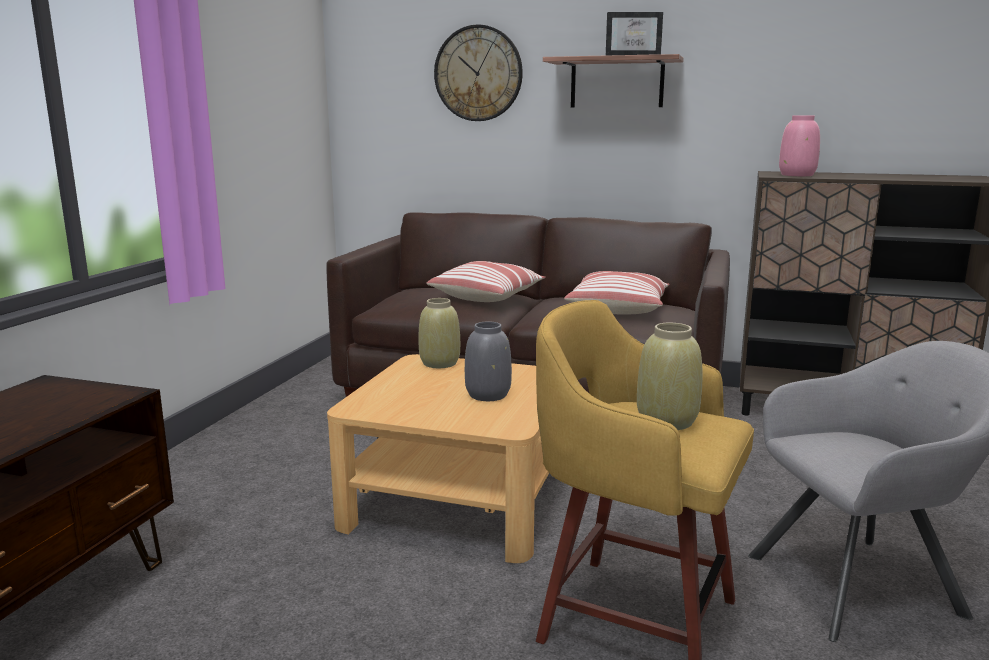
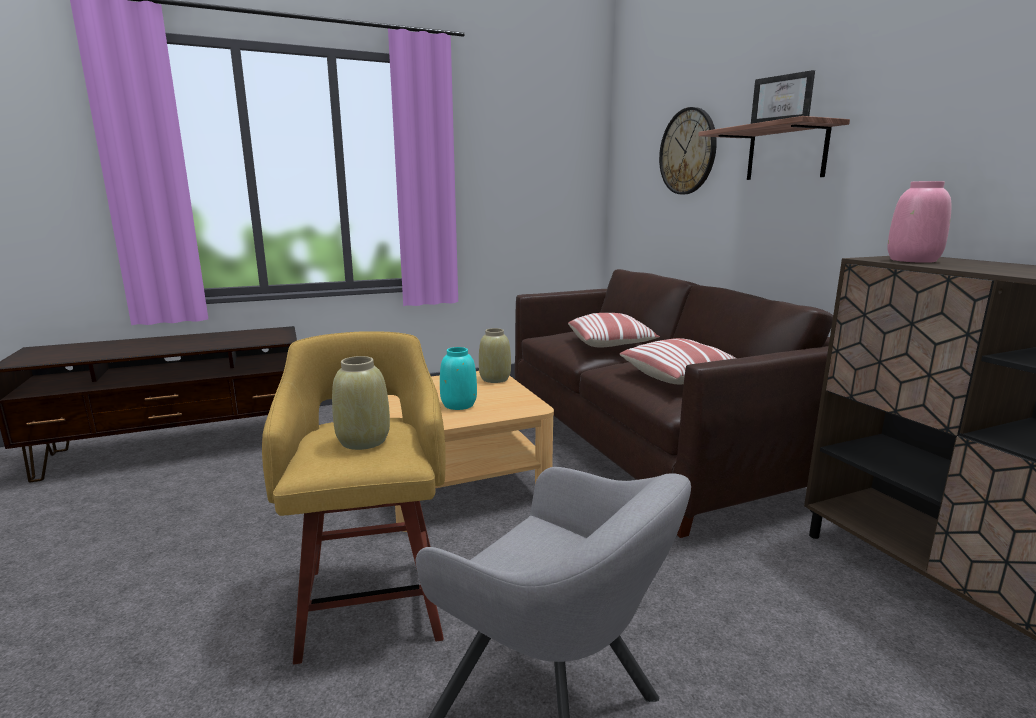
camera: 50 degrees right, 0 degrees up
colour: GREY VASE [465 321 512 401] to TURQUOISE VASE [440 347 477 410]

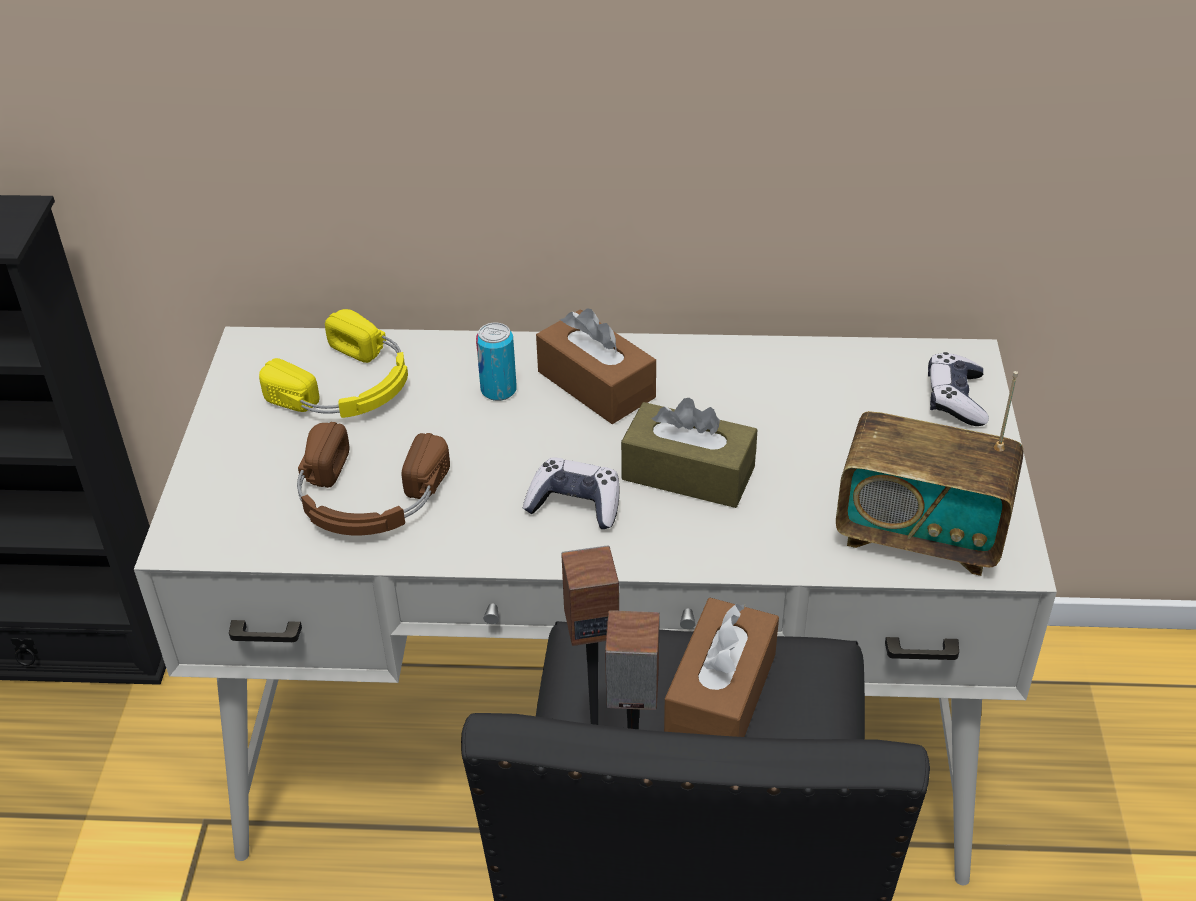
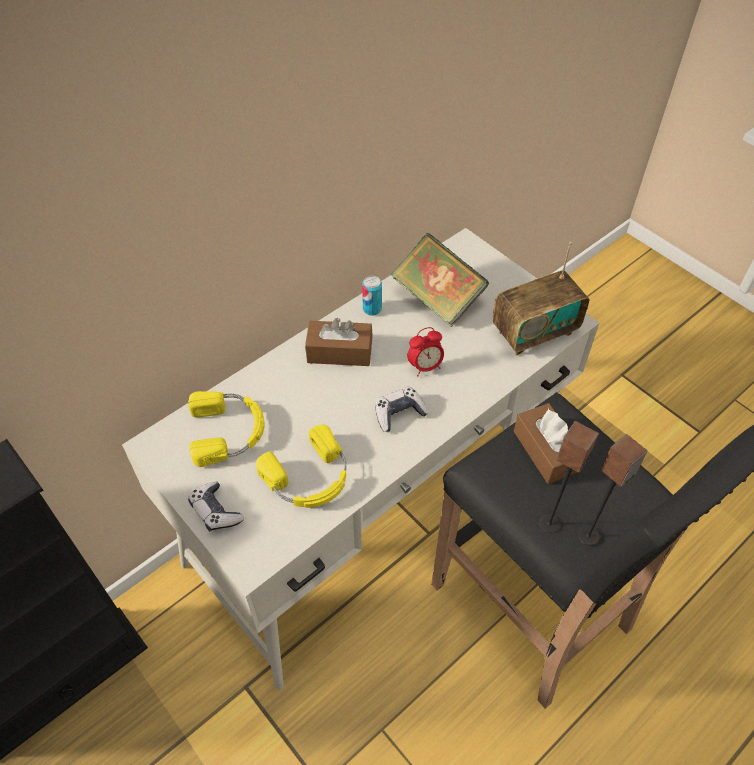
camera: 45 degrees left, 10 degrees up
appeared: BOOK [391 233 489 327]
relocated: CAN [476 323 517 401] to [362 276 382 316]; GAME CONTROLLER [928 352 989 426] to [188 482 244 532]
exchanged: BROWN TISSUE BOX [621 398 757 508] to ALARM CLOCK [407 327 444 376]
colour: BROWN HEADPHONES [297 422 450 536] to YELLOW HEADPHONES [256 424 346 508]

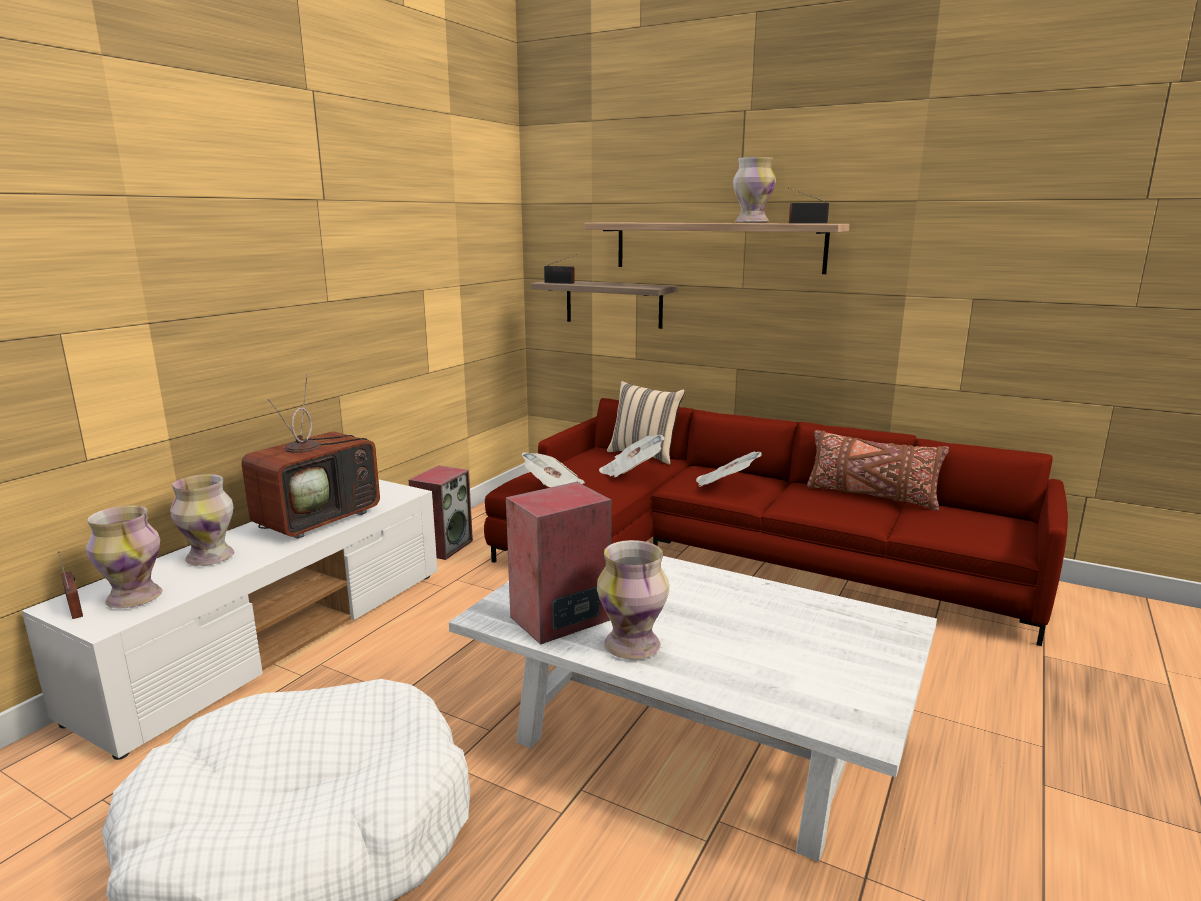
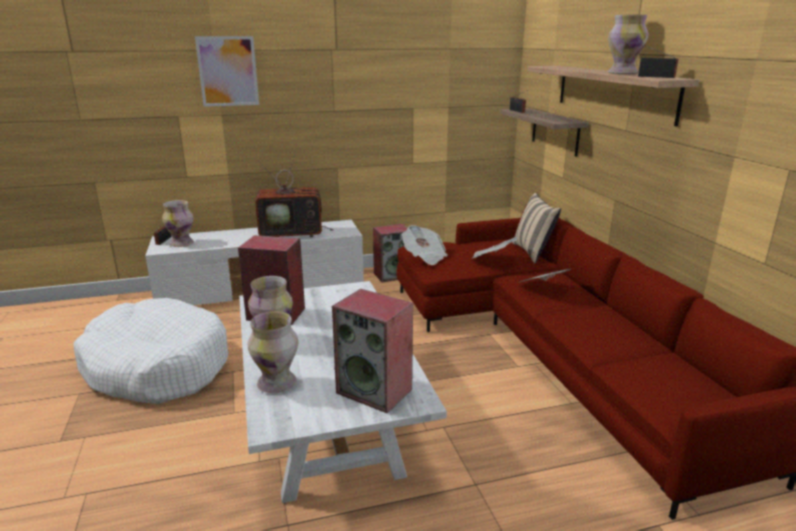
camera: 45 degrees right, 5 degrees up
missing: BROWN PILLOW [807 430 949 511]
appeared: PICTURE [195 36 259 107]; SPEAKER [332 289 413 413]
relocated: VASE [170 474 234 566] to [248 311 298 393]

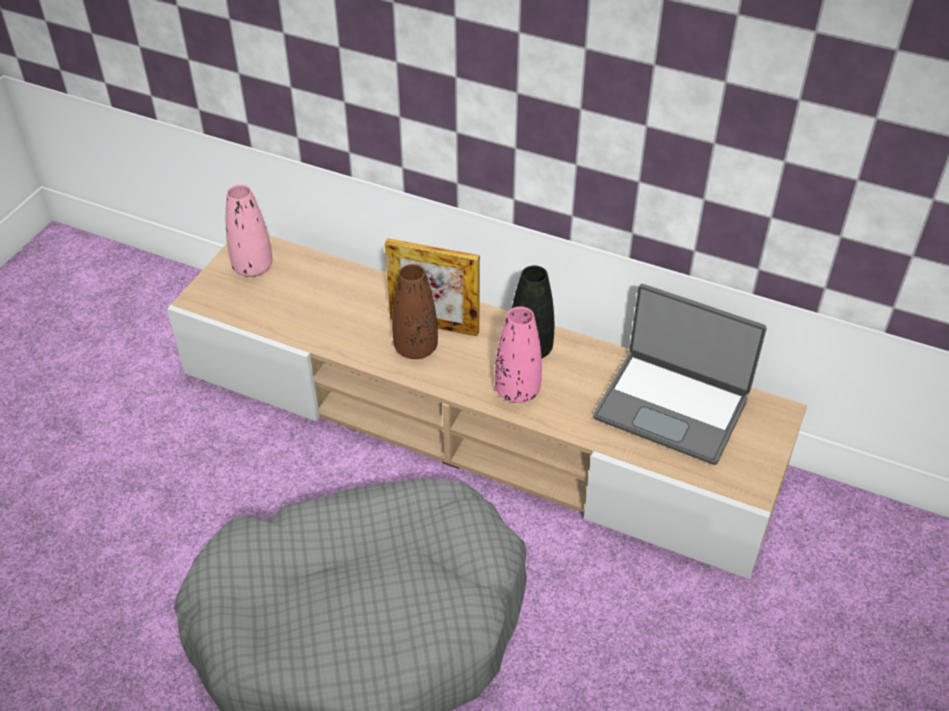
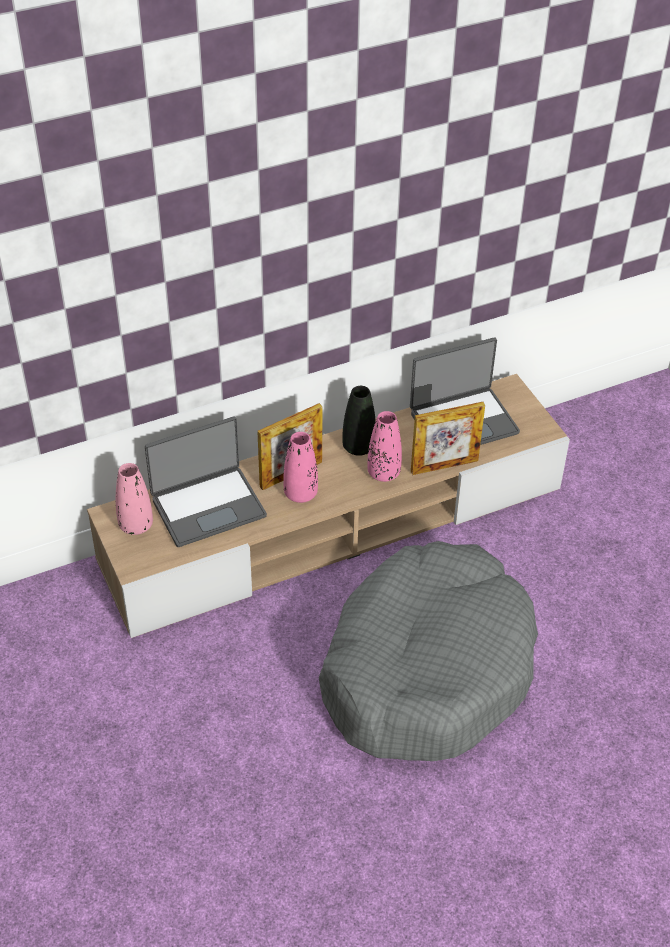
camera: 50 degrees left, 0 degrees up
appeared: PICTURE FRAME [411 402 485 475]; LAPTOP [145 416 267 547]
colour: BROWN VASE [392 264 438 359] to PINK VASE [283 432 318 503]

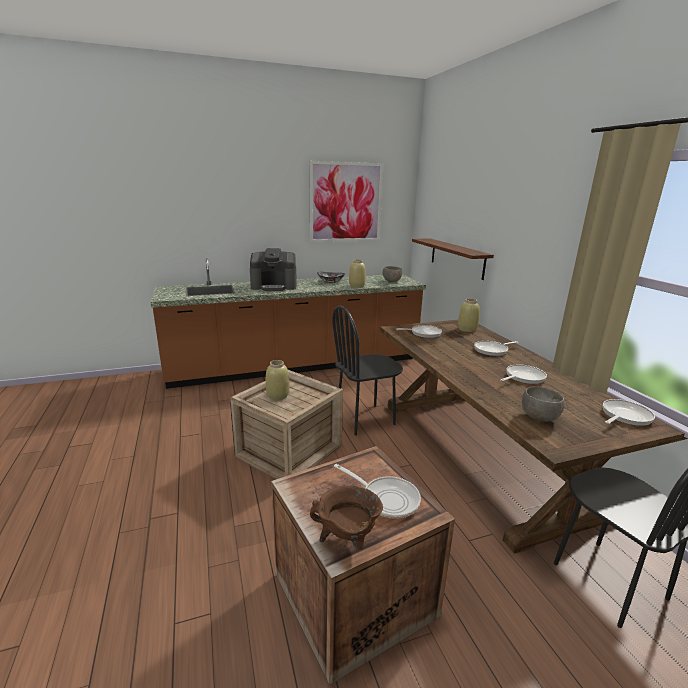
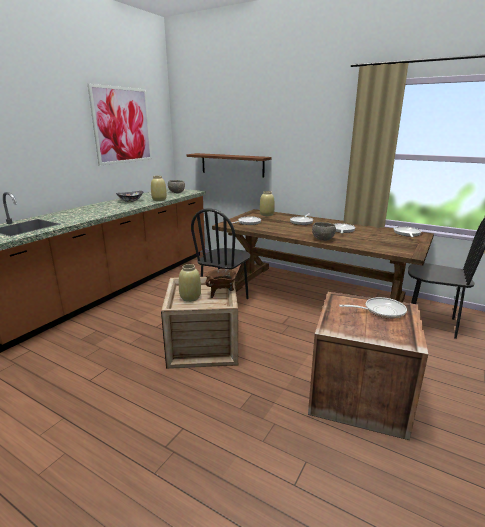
camera: 40 degrees left, 0 degrees up
missing: COFFEE MACHINE [250 248 297 291]
relocated: GREY BOWL [522 386 565 422] to [312 222 336 241]; BROWN COOKING POT [310 485 383 550] to [206 269 236 298]

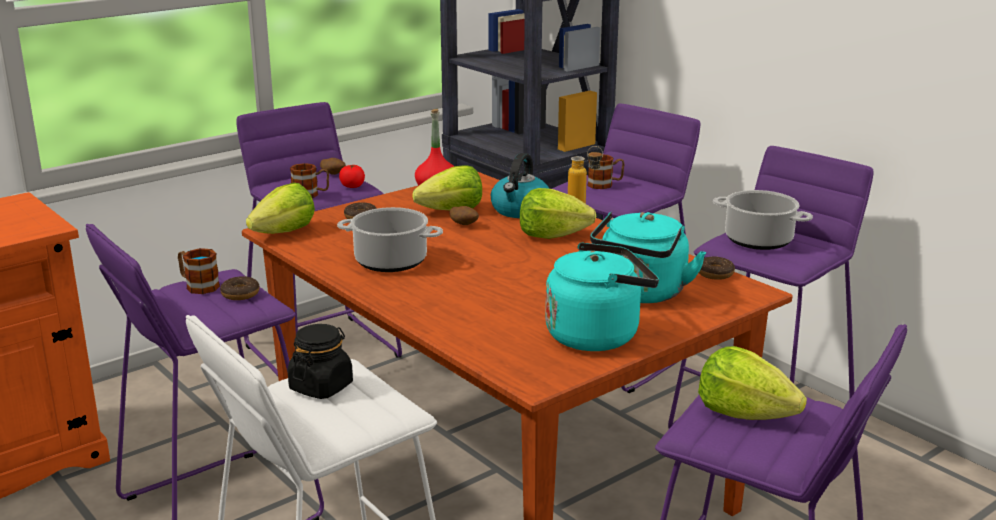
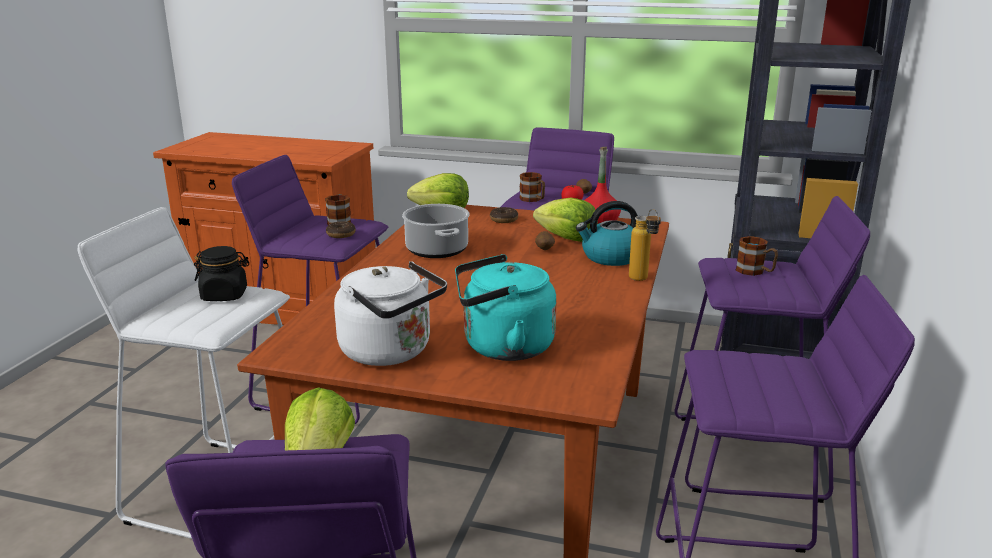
camera: 55 degrees right, 0 degrees up
missing: LETTUCE [520 188 596 239]; COOKING POT [713 190 813 250]; DONUT [699 256 735 280]
colour: TURQUOISE KETTLE [545 242 659 351] to WHITE KETTLE [334 261 447 366]

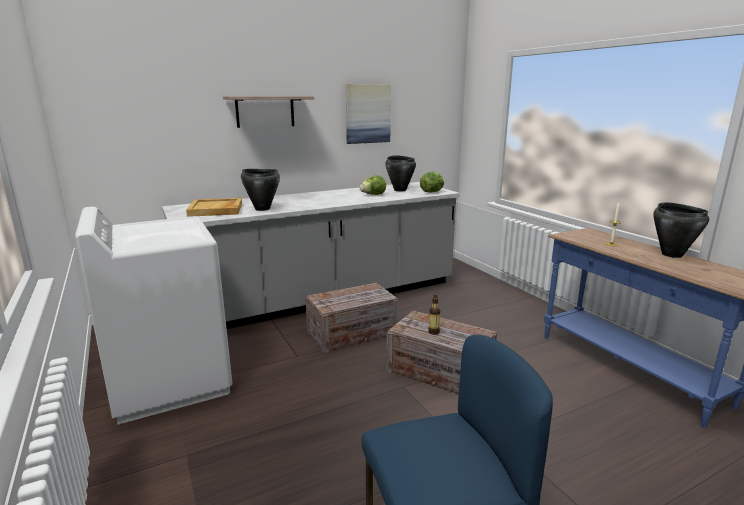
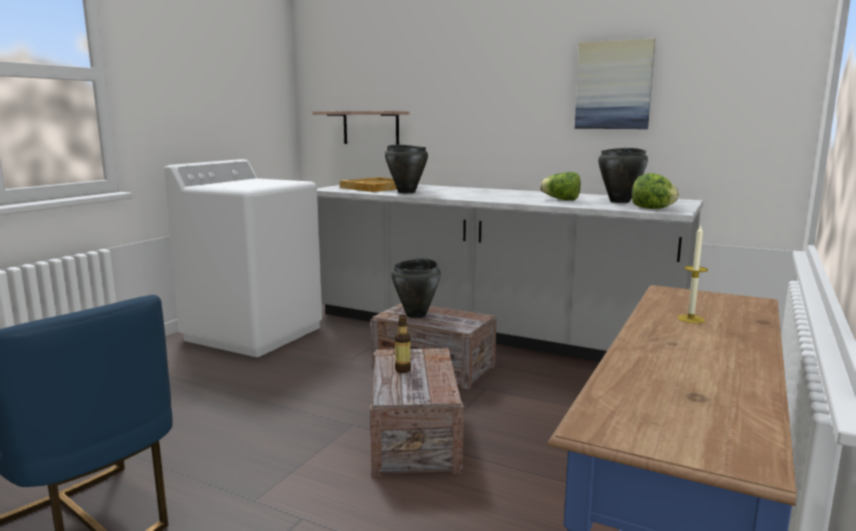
camera: 55 degrees right, 5 degrees down
relocated: SHELF [223 96 314 128] to [313 111 410 145]; BLACK COOKING POT [654 202 709 258] to [392 259 441 318]

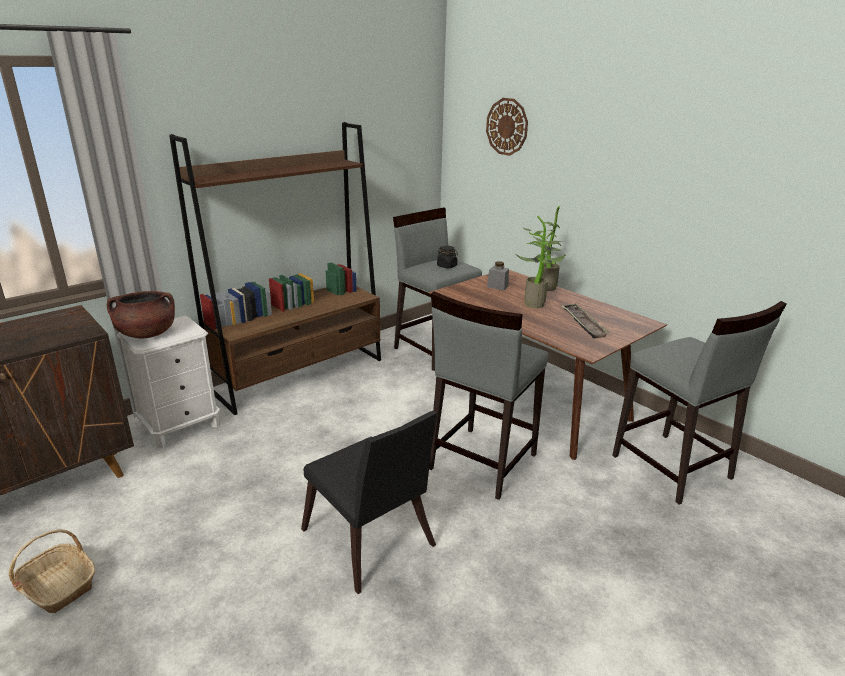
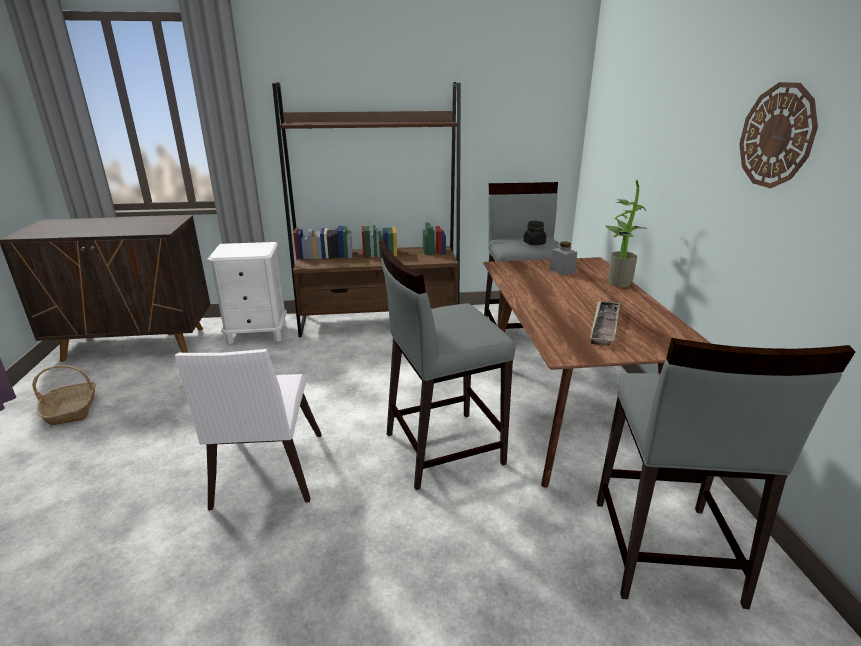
camera: 35 degrees right, 0 degrees up
missing: POTTED PLANT [515 216 566 308]; BROWN COOKING POT [107 291 175 338]
relocated: WALL CLOCK [486 98 528 156] to [739 82 818 188]
colour: BLACK CHAIR [301 411 437 594] to WHITE CHAIR [175 349 322 510]

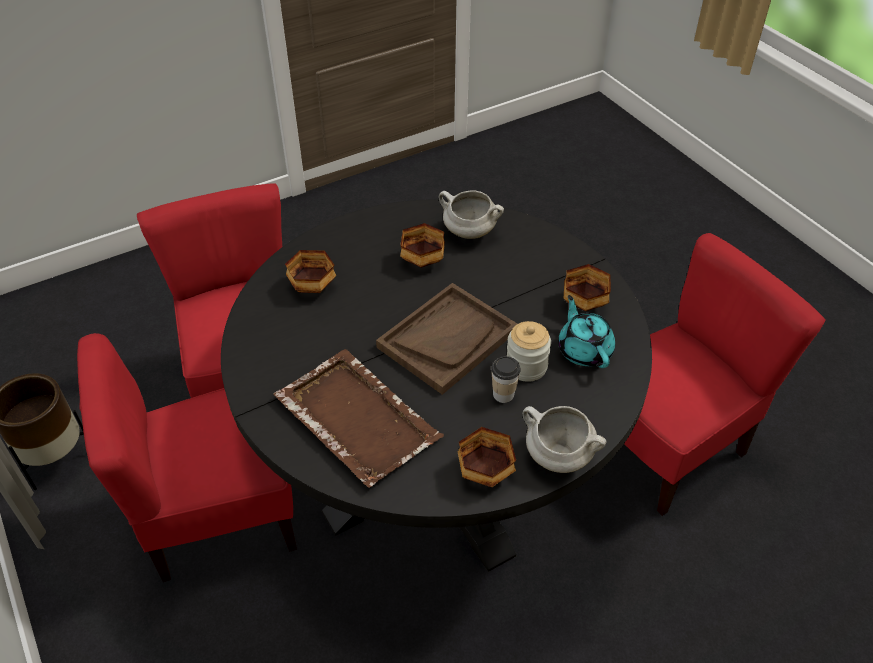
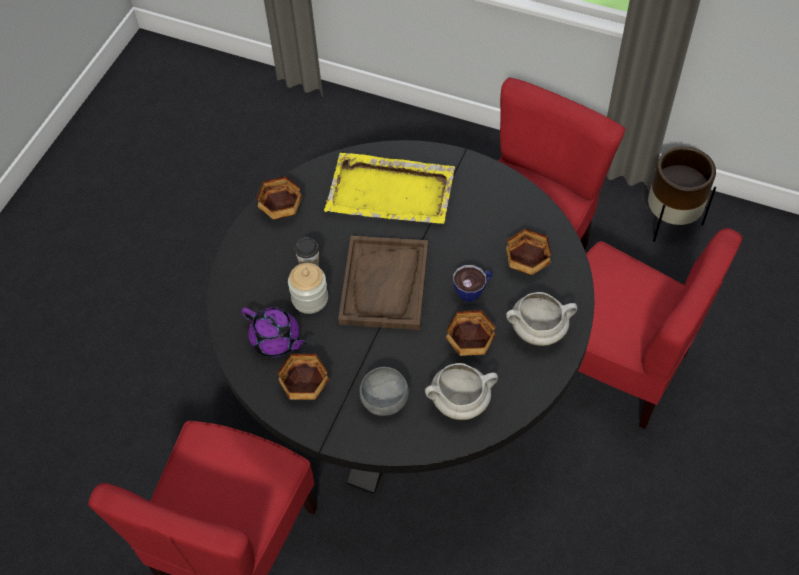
camera: 145 degrees right, 10 degrees up
appeared: CUP [453 265 493 302]; GREY BOWL [359 367 409 416]
relocated: WHITE COOKING POT [522 406 606 473] to [506 292 577 346]
colour: TURQUOISE TEAPOT [558 295 615 368] to PURPLE TEAPOT [241 307 308 357]; BROWN TRAY [273 349 444 488] to YELLOW TRAY [324 153 455 224]

